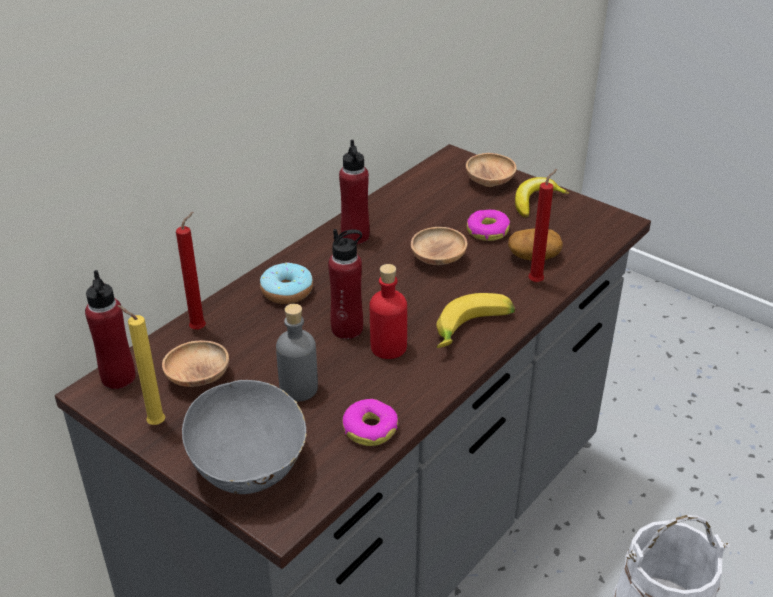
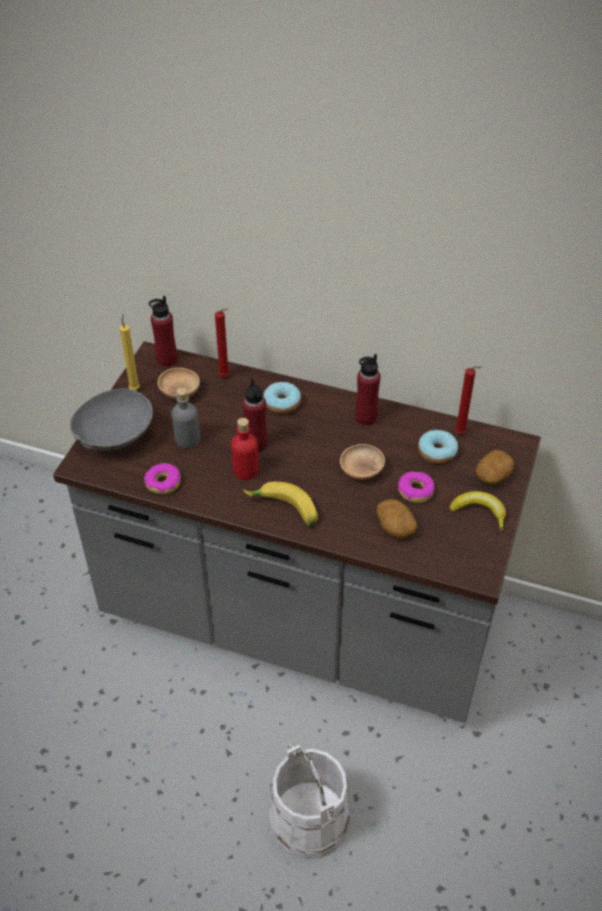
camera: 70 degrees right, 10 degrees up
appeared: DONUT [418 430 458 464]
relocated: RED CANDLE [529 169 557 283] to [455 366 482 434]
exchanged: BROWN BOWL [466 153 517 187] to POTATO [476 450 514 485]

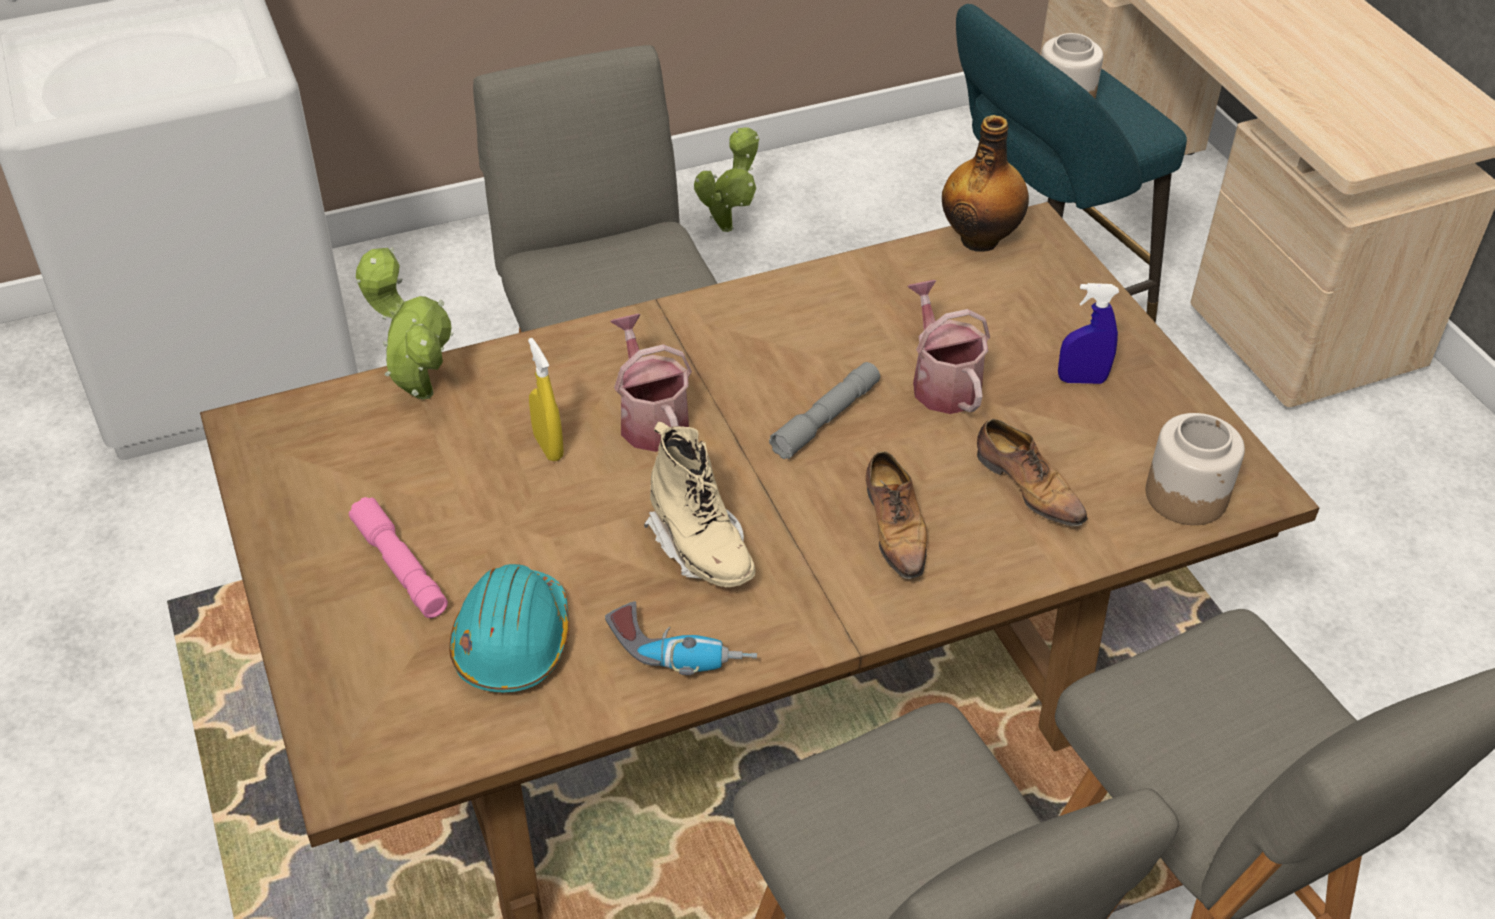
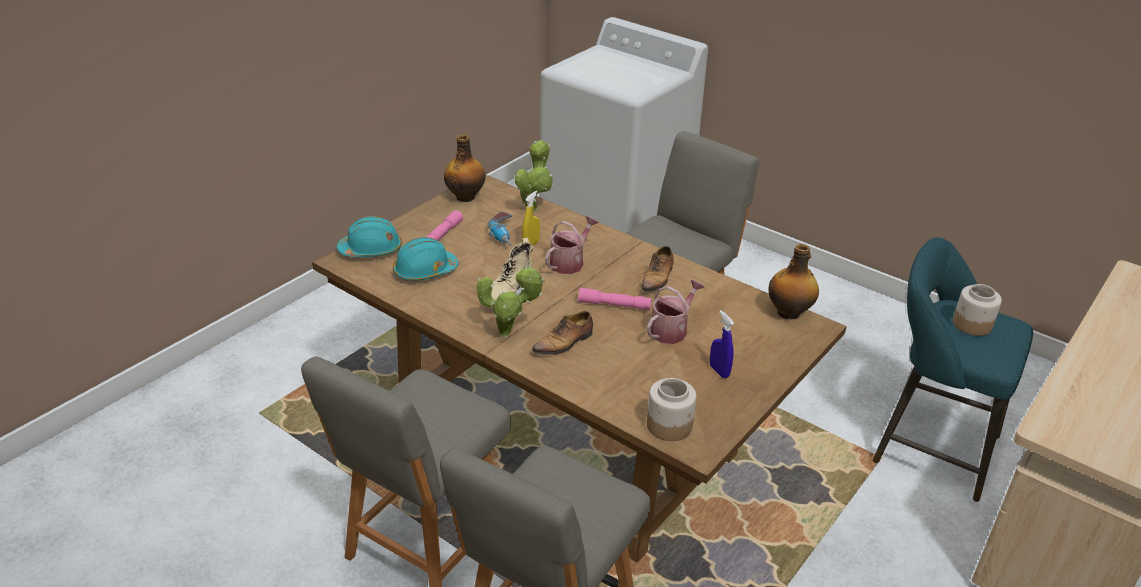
camera: 60 degrees right, 10 degrees down
appeared: BOTTLE [444 134 486 202]; TURQUOISE HARD HAT [337 216 402 257]
relocated: POTTED PLANT [694 127 759 232] to [477 265 545 337]; SHOE [977 419 1088 527] to [641 246 674 292]; POWER DRILL [605 601 757 675] to [488 212 512 246]
colour: GREY FLASHLIGHT [769 362 880 459] to PINK FLASHLIGHT [578 288 651 310]

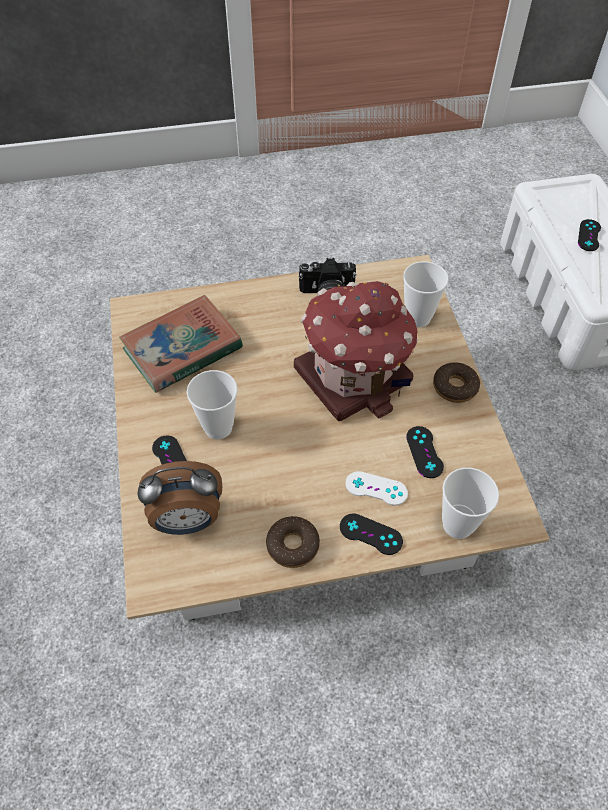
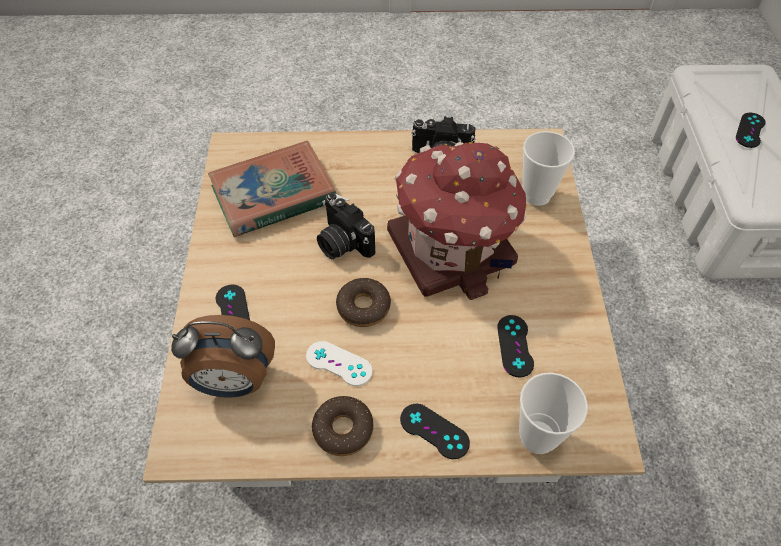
camera: 10 degrees right, 0 degrees up
missing: CUP [187 370 238 439]
appeared: PHOTO CAMERA [317 193 375 259]
relocated: DONUT [433 362 480 403] to [336 278 391 327]; WHITE GAME CONTROLLER [345 471 408 506] to [306 341 372 386]

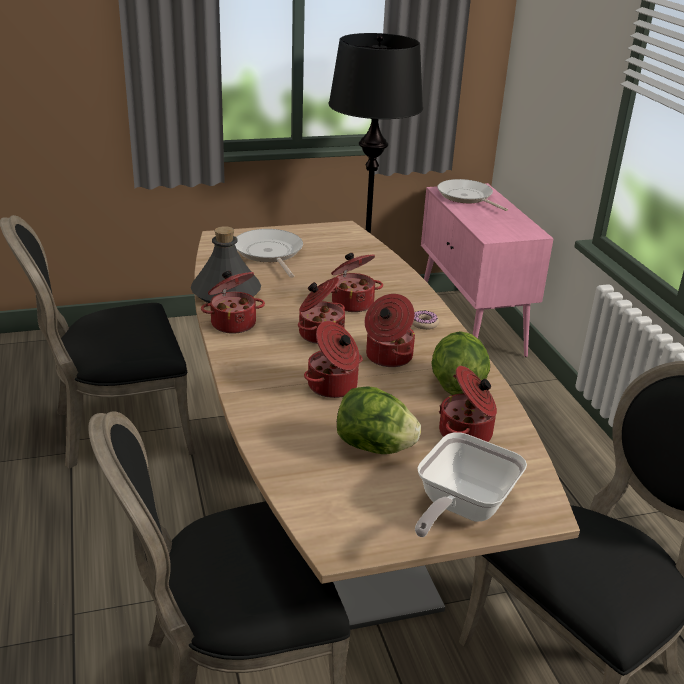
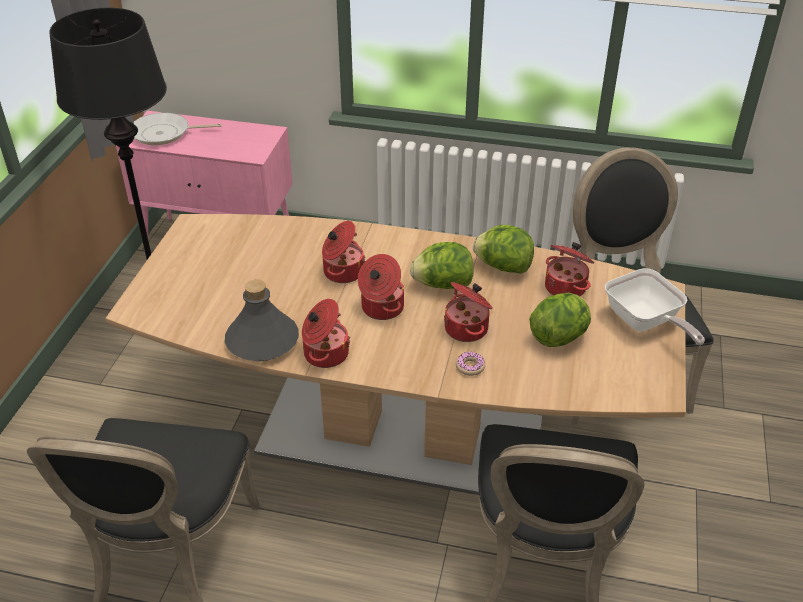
camera: 60 degrees left, 10 degrees up
missing: FRYING PAN [235 229 303 278]
relocated: DONUT [413 311 439 330] to [456 352 485 376]
exchanged: COOKING POT [365 294 415 367] to LETTUCE [410 242 473 289]

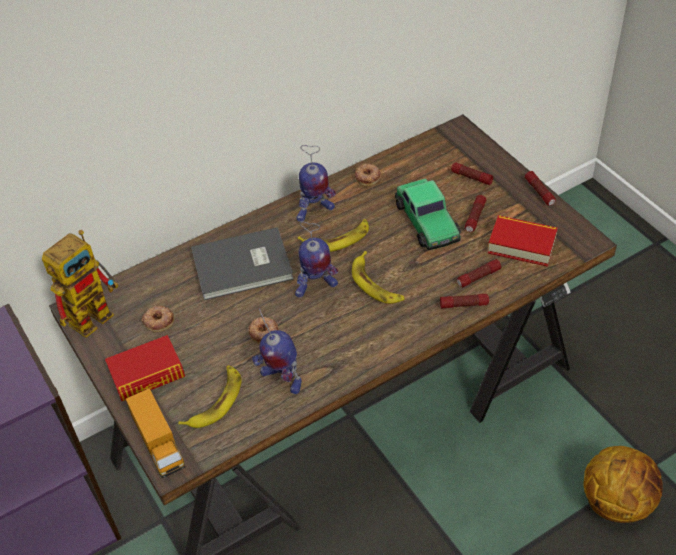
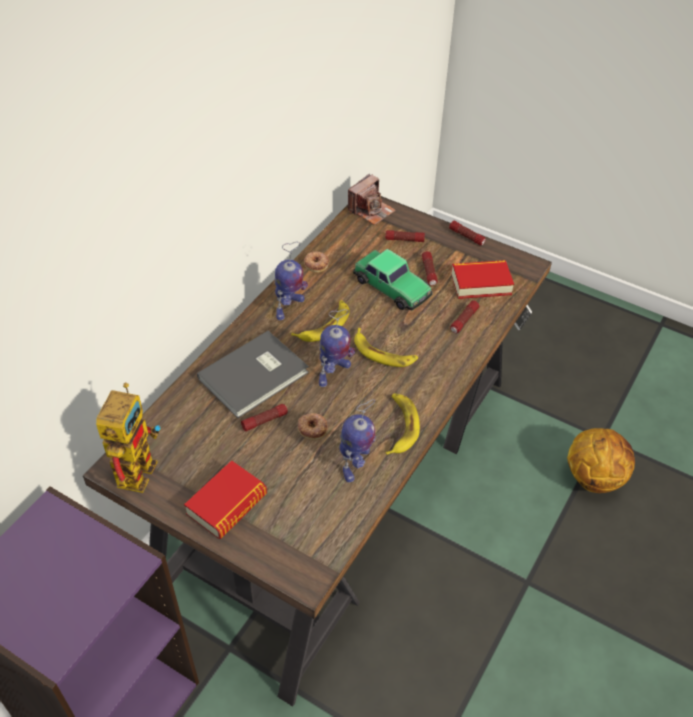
camera: 30 degrees left, 0 degrees up
missing: DONUT [141 306 174 332]; TOY TRUCK [126 388 185 478]
appeared: PHOTO CAMERA [348 174 395 225]
relocated: FLASHLIGHT [440 294 489 308] to [241 404 288 432]; BANANA [178 365 242 428] to [386 393 420 455]
spun: TOY ROBOT [252 308 302 394] = [339 399 376 482] 75 degrees counterclockwise

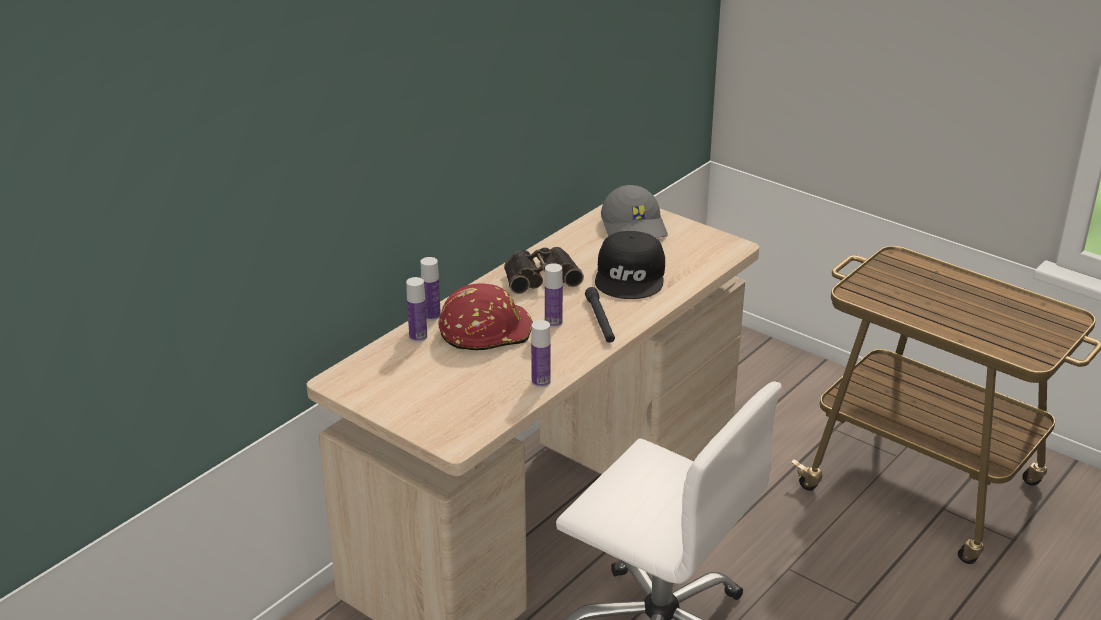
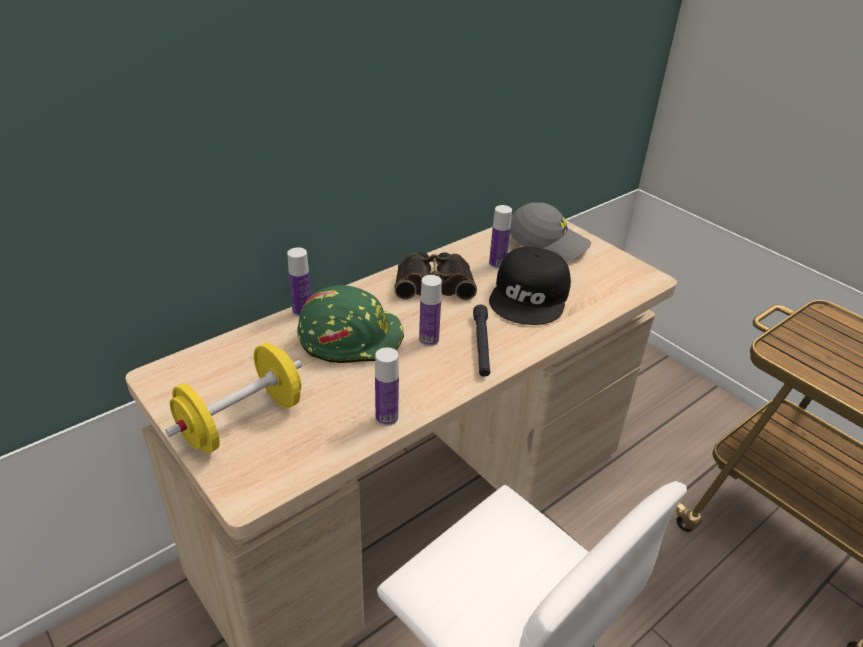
camera: 10 degrees right, 5 degrees up
appeared: YELLOW DUMBBELL [165 343 302 453]
relocated: BOTTLE [406 277 427 342] to [489 205 512 269]
colour: RED HARD HAT [438 283 533 350] to GREEN HARD HAT [297 285 404 363]
spun: GREY CAP [601 185 668 238] = [510 202 591 262] 60 degrees counterclockwise

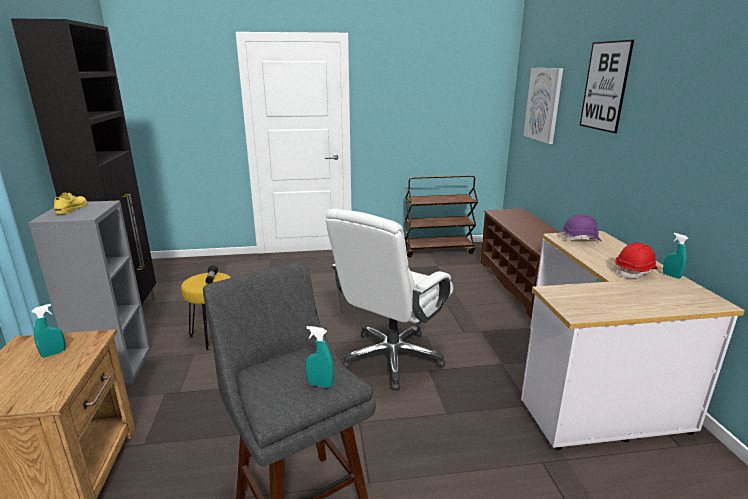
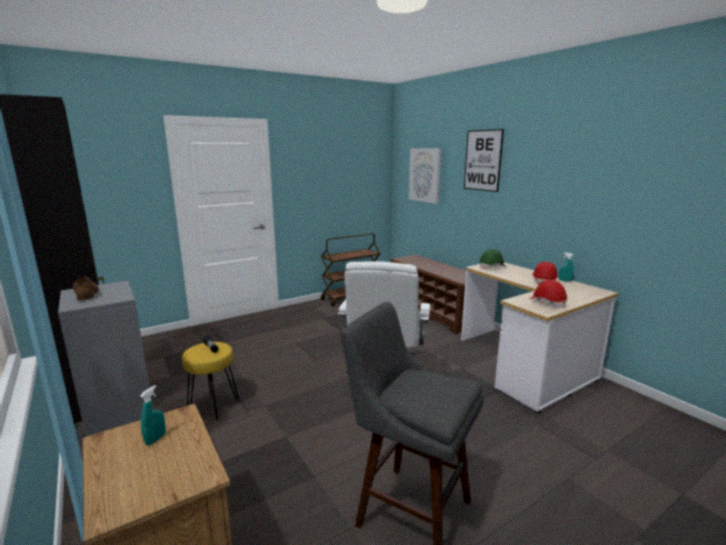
camera: 25 degrees left, 5 degrees down
missing: TURQUOISE SPRAY BOTTLE [305 326 334 388]
appeared: RED HARD HAT [529 280 567 308]
colour: YELLOW SHOE [54 193 87 214] to BROWN SHOE [73 277 99 301]; PURPLE HARD HAT [562 214 602 241] to GREEN HARD HAT [479 249 506 269]

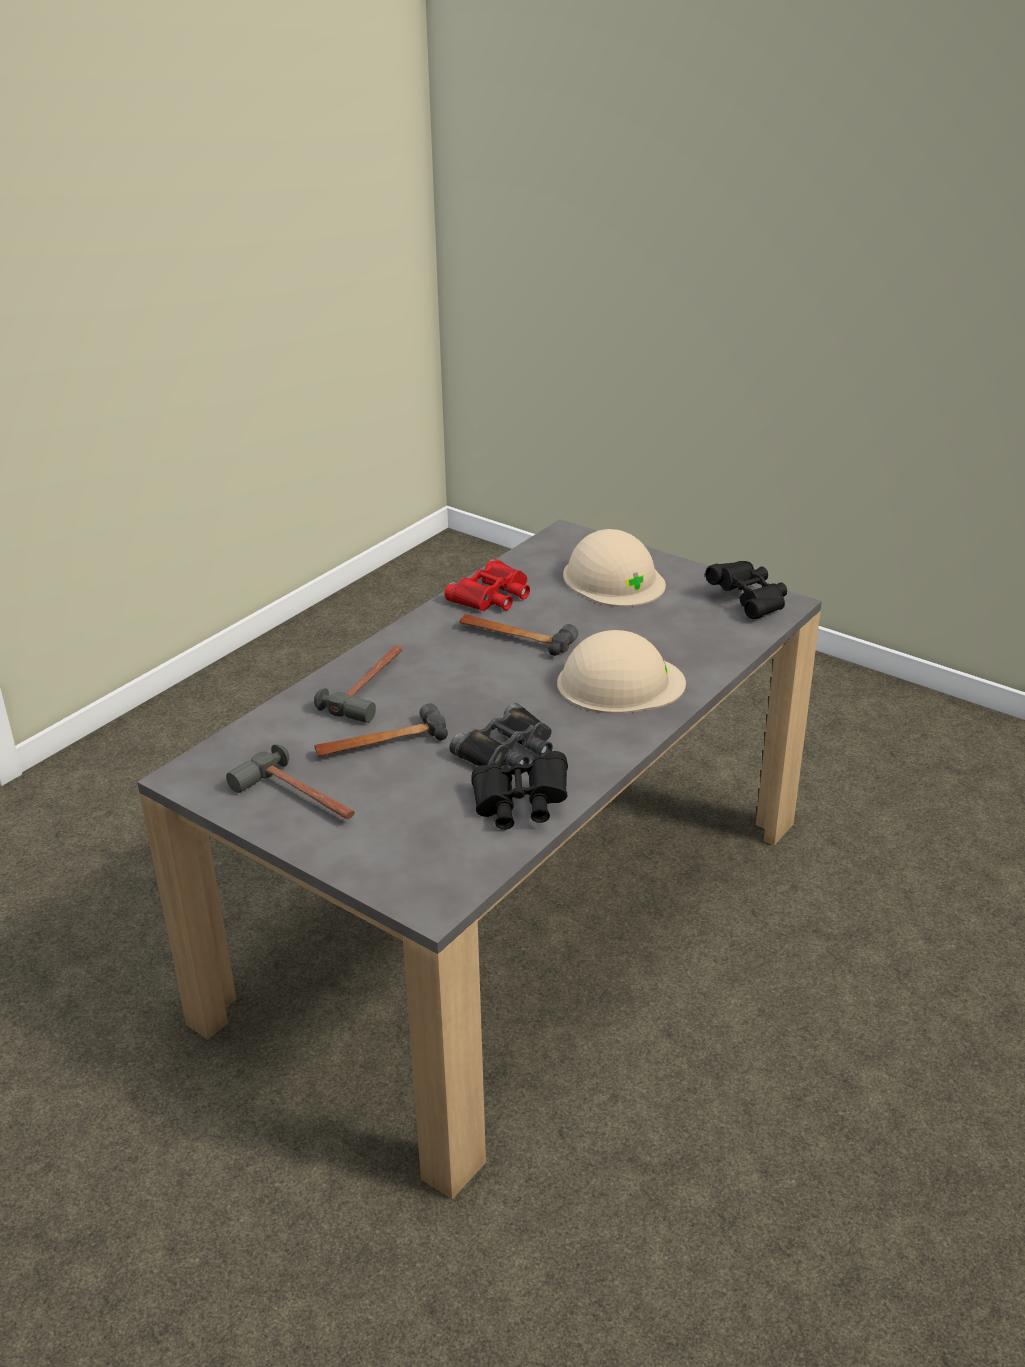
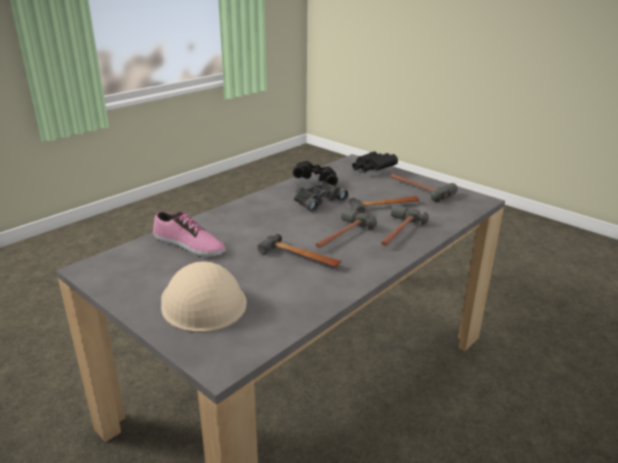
camera: 175 degrees left, 5 degrees down
missing: RED BINOCULARS [444 559 530 611]; BEIGE HARD HAT [557 630 686 714]
appeared: HAMMER [316 208 377 248]; SHOE [153 211 226 257]
relocated: BLACK BINOCULARS [705 561 787 619] to [352 151 398 172]

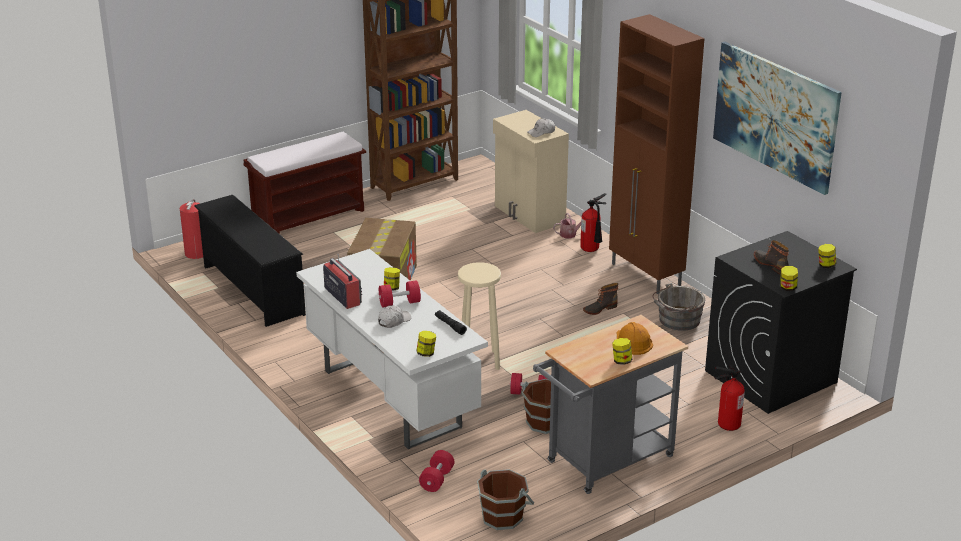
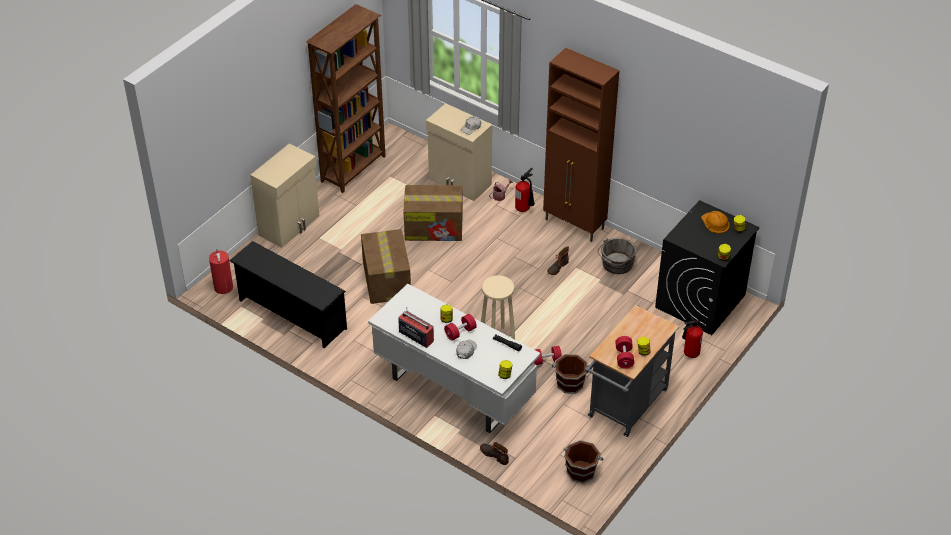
camera: 20 degrees left, 15 degrees up
missing: PICTURE [713 42 842 195]
appeared: CARDBOARD BOX [404 185 463 241]
relocated: BOOT [754 240 789 275] to [480 442 509 465]; ORANGE HARD HAT [617 322 653 355] to [701 211 730 233]; RED DUMBBELL [419 450 454 492] to [615 336 634 369]
exchanged: BROWN BENCH [243 132 366 234] to BEIGE CABINET [250 143 319 248]

